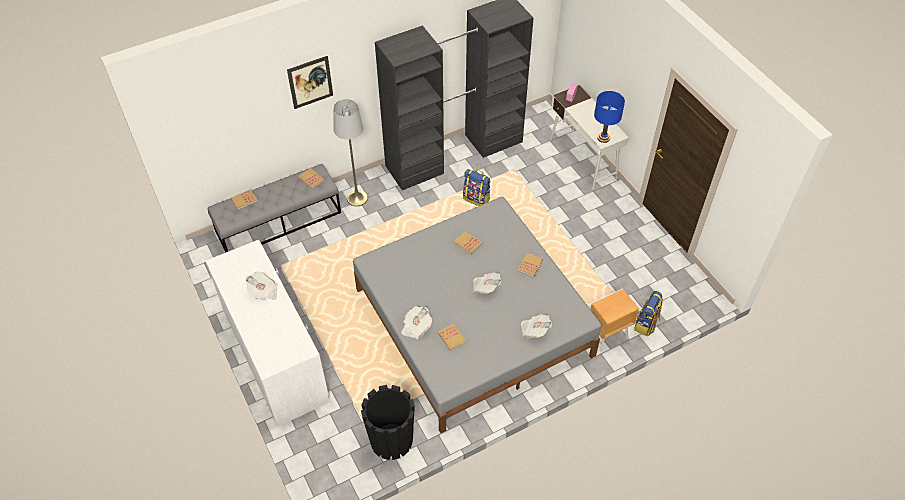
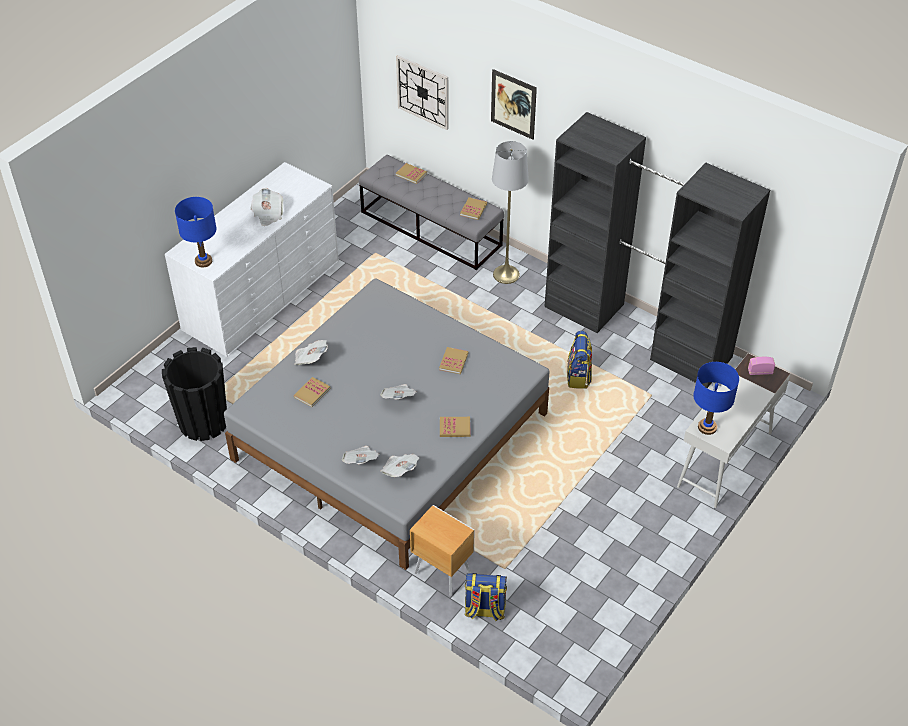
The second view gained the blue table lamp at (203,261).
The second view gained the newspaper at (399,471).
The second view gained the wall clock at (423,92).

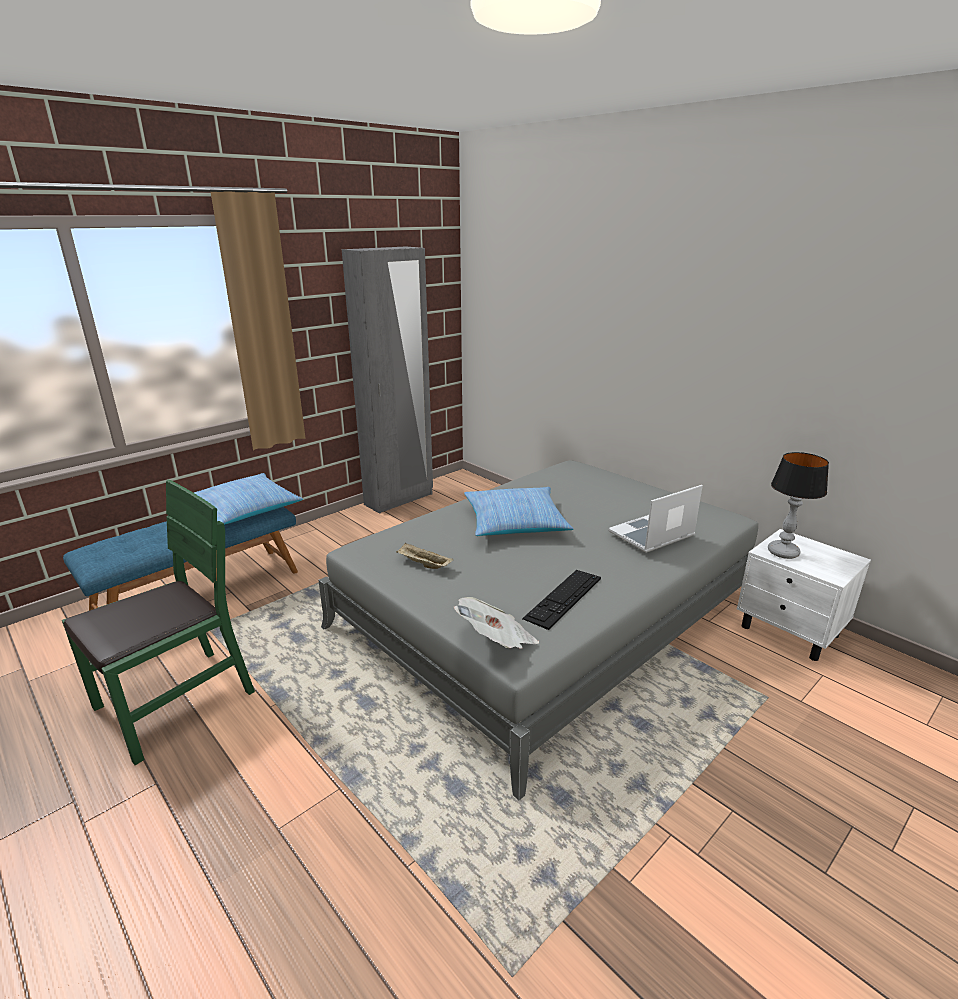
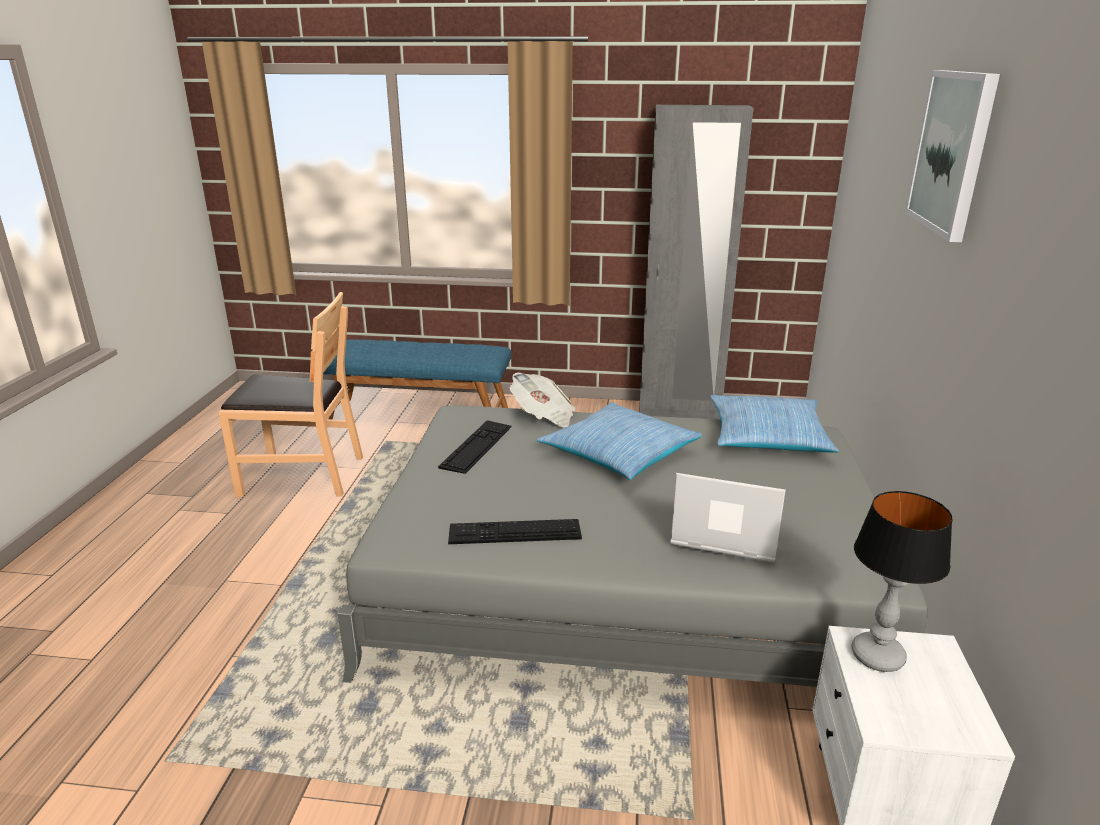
The second view gained the picture at (952,152).
The pillow ended up elsewhere, having gone from (245,509) to (768,436).
The newspaper ended up elsewhere, having gone from (496,641) to (543,416).
Where the beige tray stood at (423,564), the keyboard came to stand at (477,446).
What was the green chair at (175,701) turned into the brown chair at (302,475).

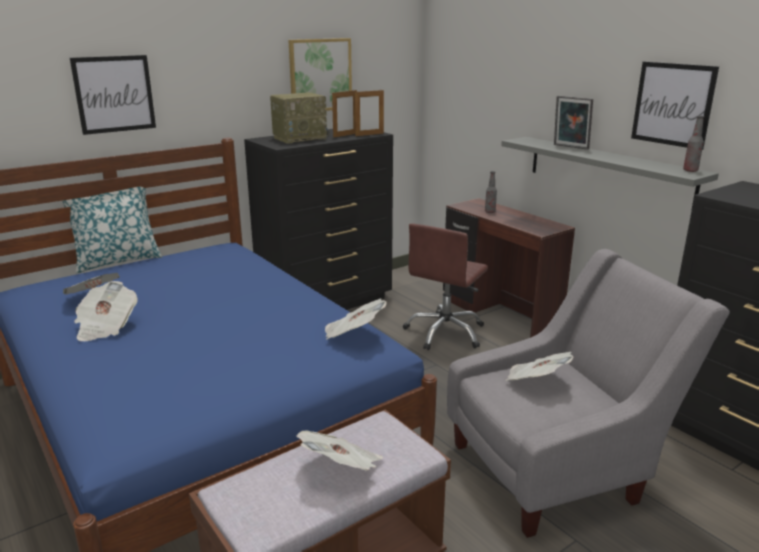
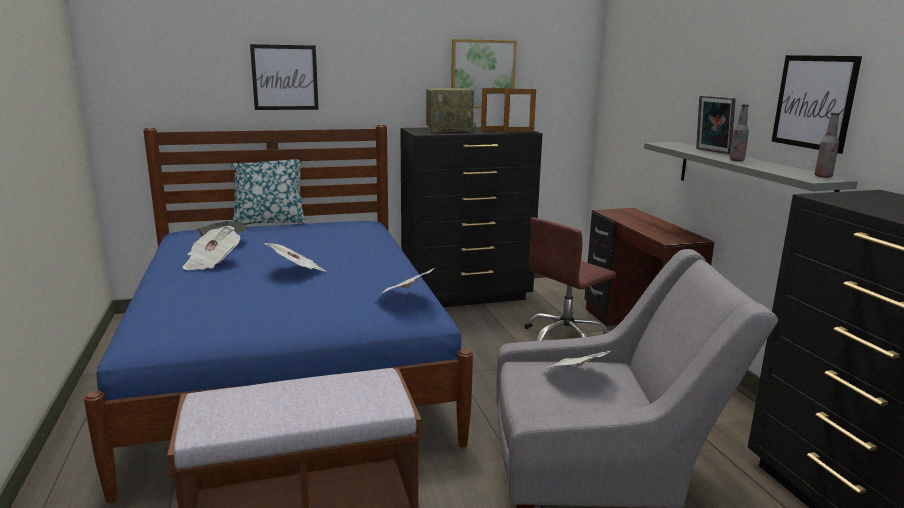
The newspaper ended up elsewhere, having gone from (342,468) to (297,272).
The bottle ended up elsewhere, having gone from (490,212) to (736,160).

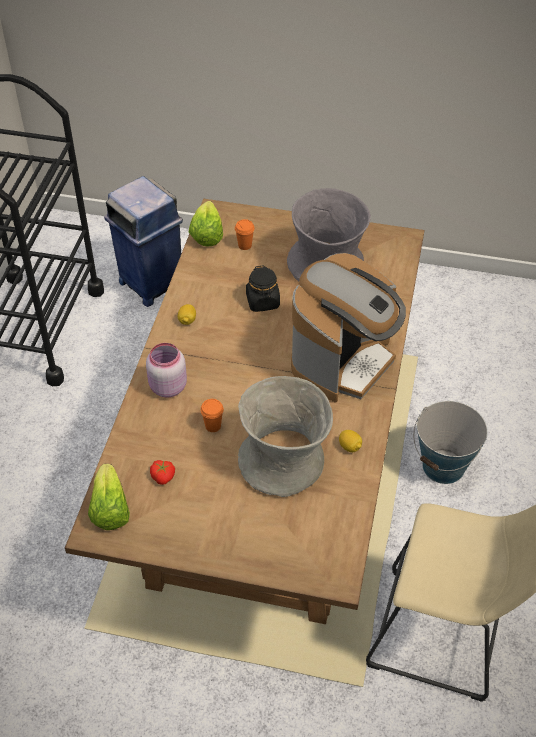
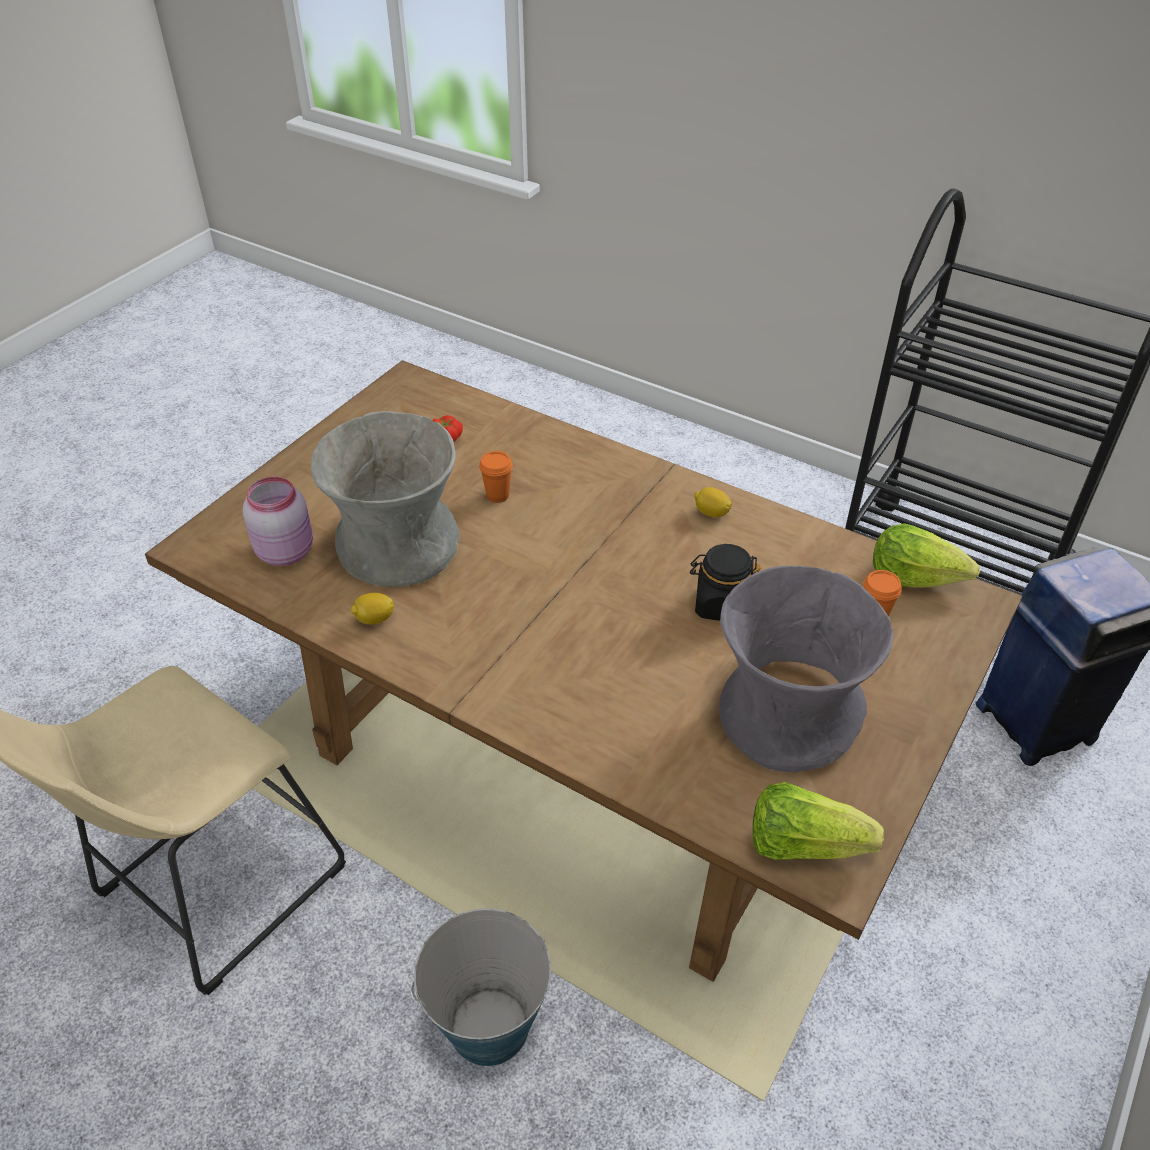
The second view lost the coffee machine at (343,362).
The lettuce ended up elsewhere, having gone from (110,509) to (803,844).
The pink jar ended up elsewhere, having gone from (167,387) to (286,551).

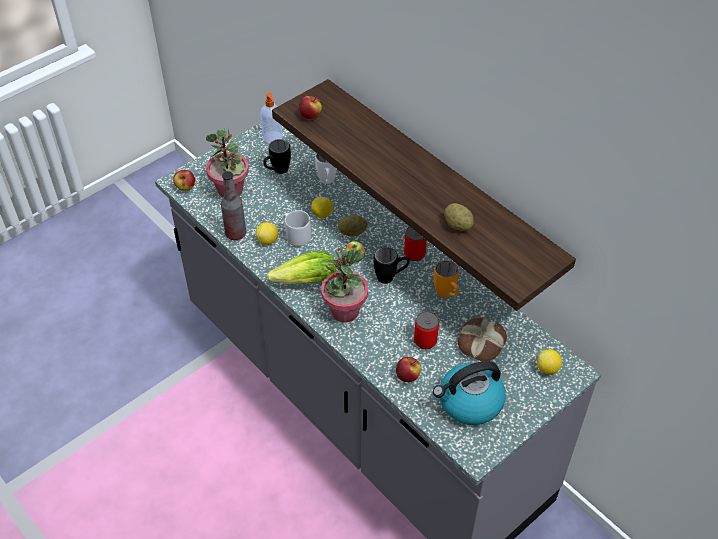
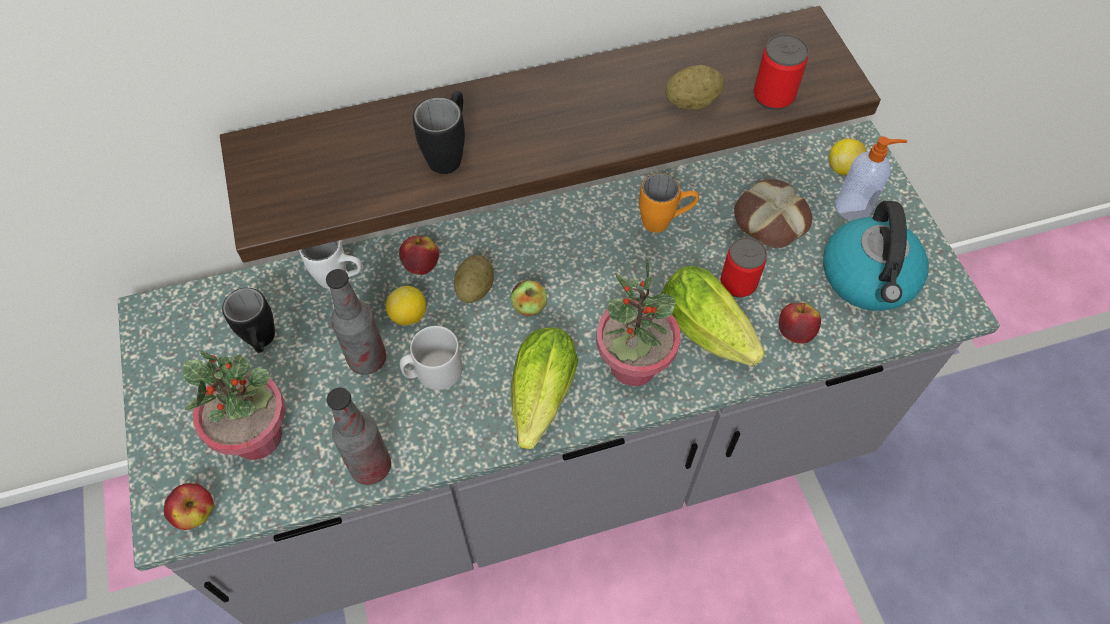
The second view lost the lemon at (268,240).
The second view gained the bottle at (367,359).
The second view gained the lettuce at (710,334).
The soap dispenser ended up elsewhere, having gone from (273,138) to (854,207).
The apple ended up elsewhere, having gone from (310,116) to (421,265).
The black mug ended up elsewhere, having gone from (391,277) to (449,153).
The can ended up elsewhere, having gone from (414,254) to (773,96).

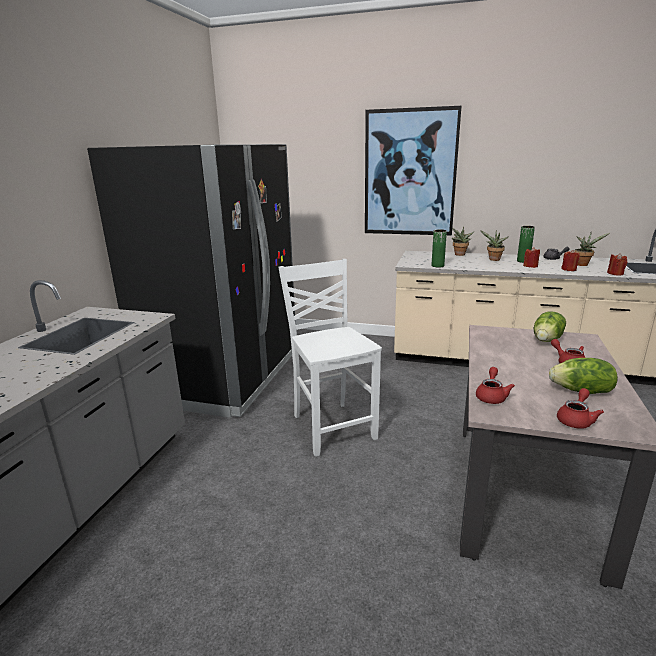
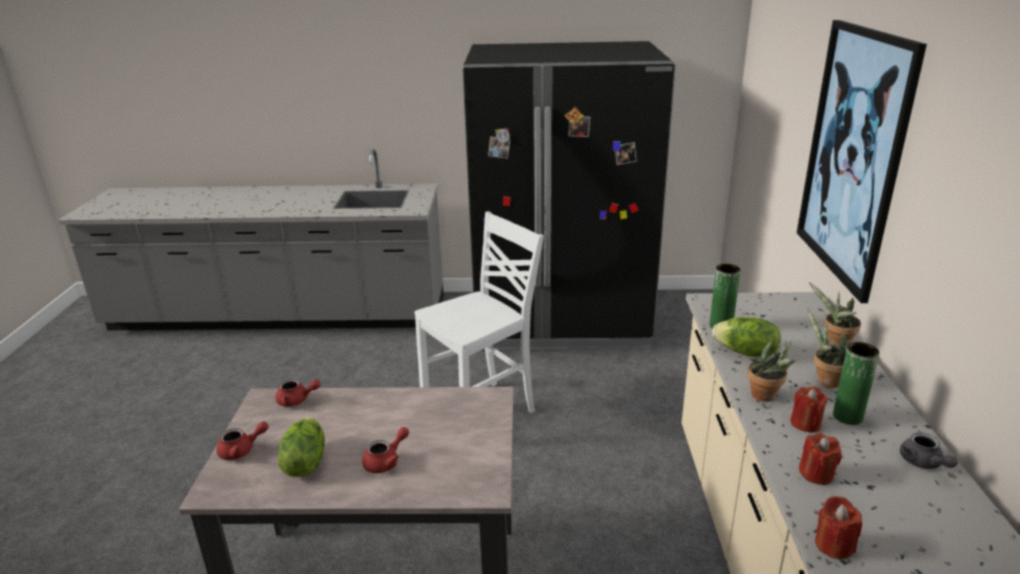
The lettuce ended up elsewhere, having gone from (547,340) to (746,353).
The potted plant ended up elsewhere, having gone from (583,264) to (766,397).
The red teapot at (576,420) ended up facing another way, 45 degrees counterclockwise from before.

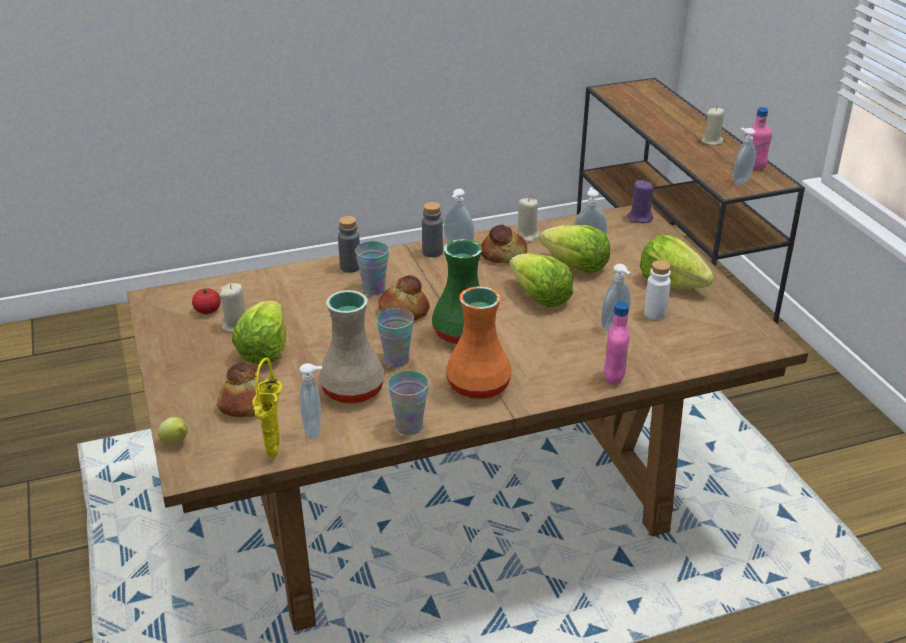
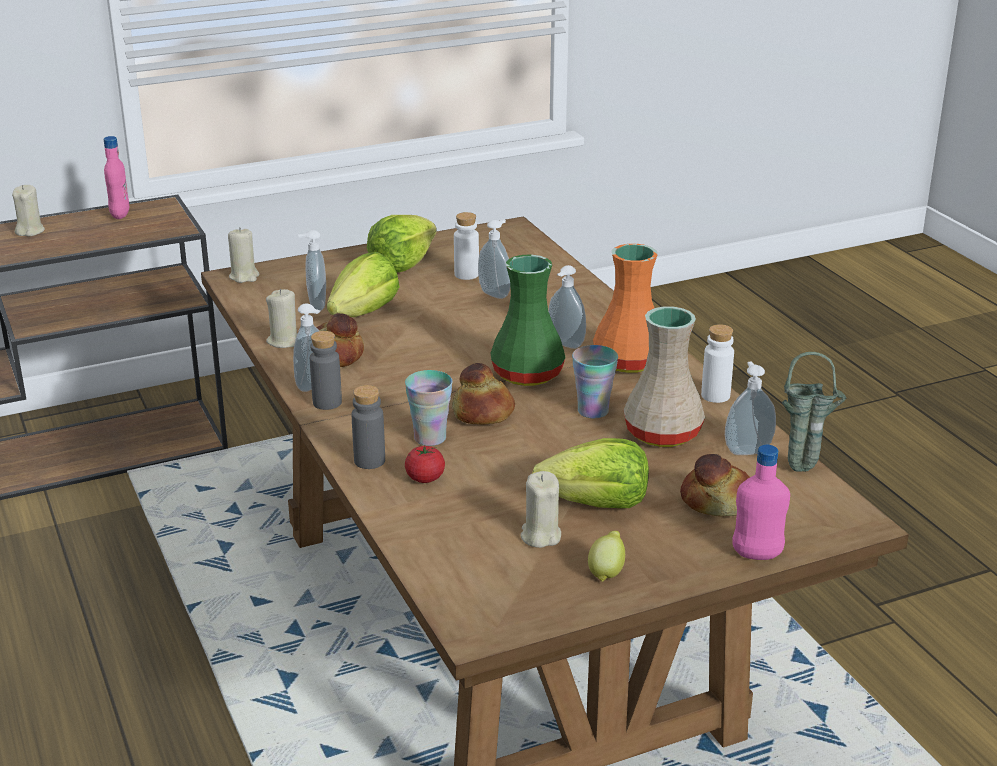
The second view lost the lettuce at (539,297).
The lemon ended up elsewhere, having gone from (176,443) to (606,572).
The tomato ended up elsewhere, having gone from (207,311) to (425,478).
The pink bottle ended up elsewhere, having gone from (613,377) to (757,554).
The soap dispenser ended up elsewhere, having gone from (740,181) to (564,344).
Where the cup stood at (409,426), the white bottle came to stand at (715,395).
What was the yellow vase at (273,457) turned into the green vase at (805,471).
What was the purple candle at (639,218) turned into the beige candle at (244,276).

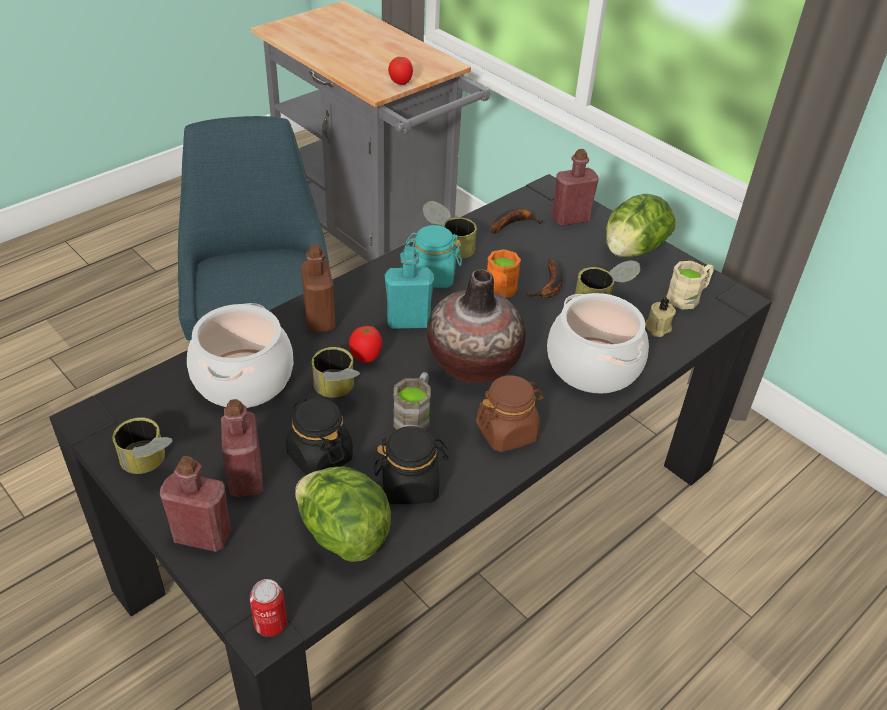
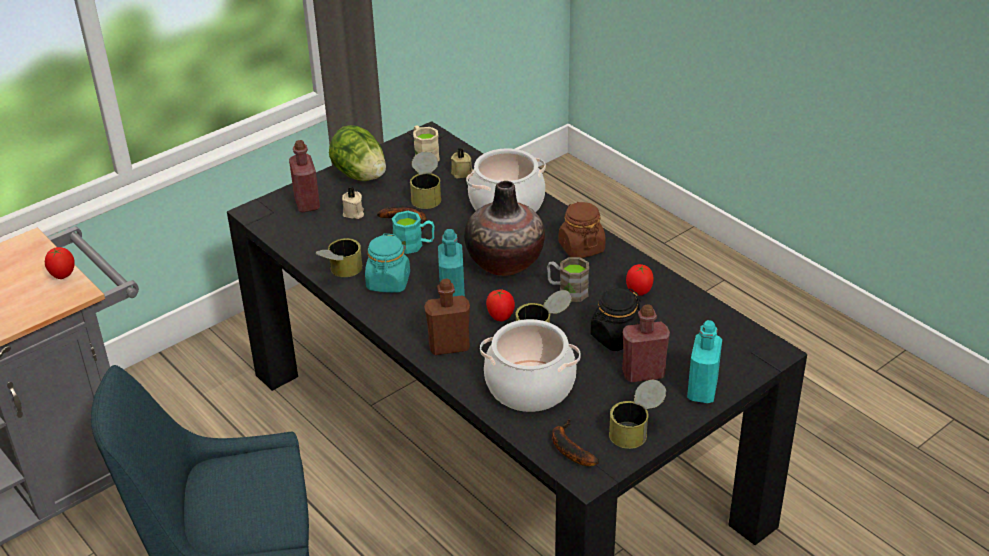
The second view lost the can at (270,624).
The second view lost the lettuce at (343,534).
The second view gained the beige candle at (353,213).
The banana ended up elsewhere, having gone from (513,224) to (569,448).
Where the black jar stood at (410,485), the tomato came to stand at (639,292).
What was the red bottle at (202,535) turned into the turquoise bottle at (702,390).
What was the orange mug at (501,293) turned into the turquoise mug at (414,245).

